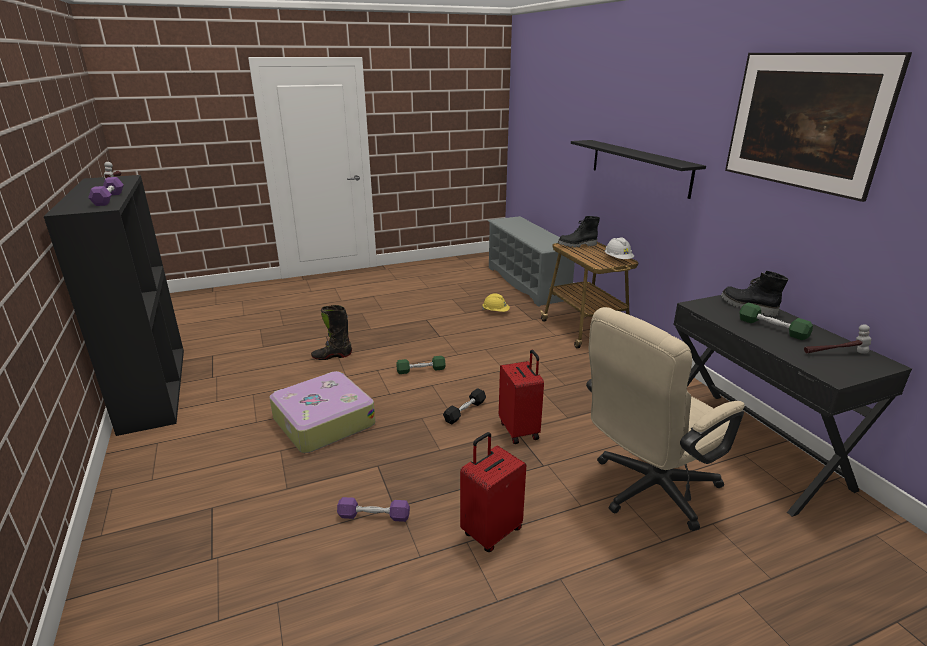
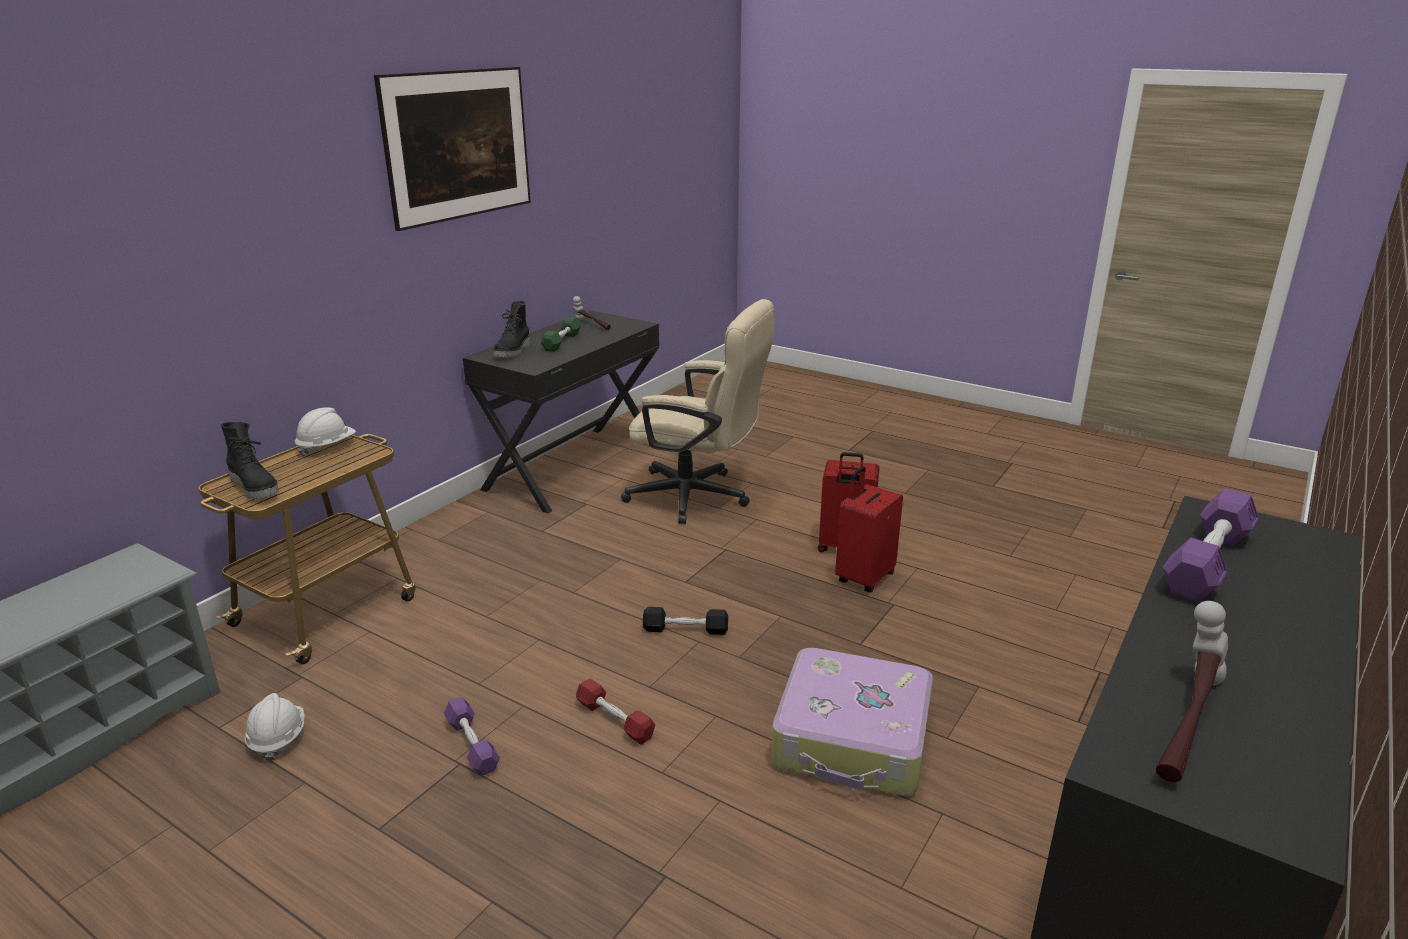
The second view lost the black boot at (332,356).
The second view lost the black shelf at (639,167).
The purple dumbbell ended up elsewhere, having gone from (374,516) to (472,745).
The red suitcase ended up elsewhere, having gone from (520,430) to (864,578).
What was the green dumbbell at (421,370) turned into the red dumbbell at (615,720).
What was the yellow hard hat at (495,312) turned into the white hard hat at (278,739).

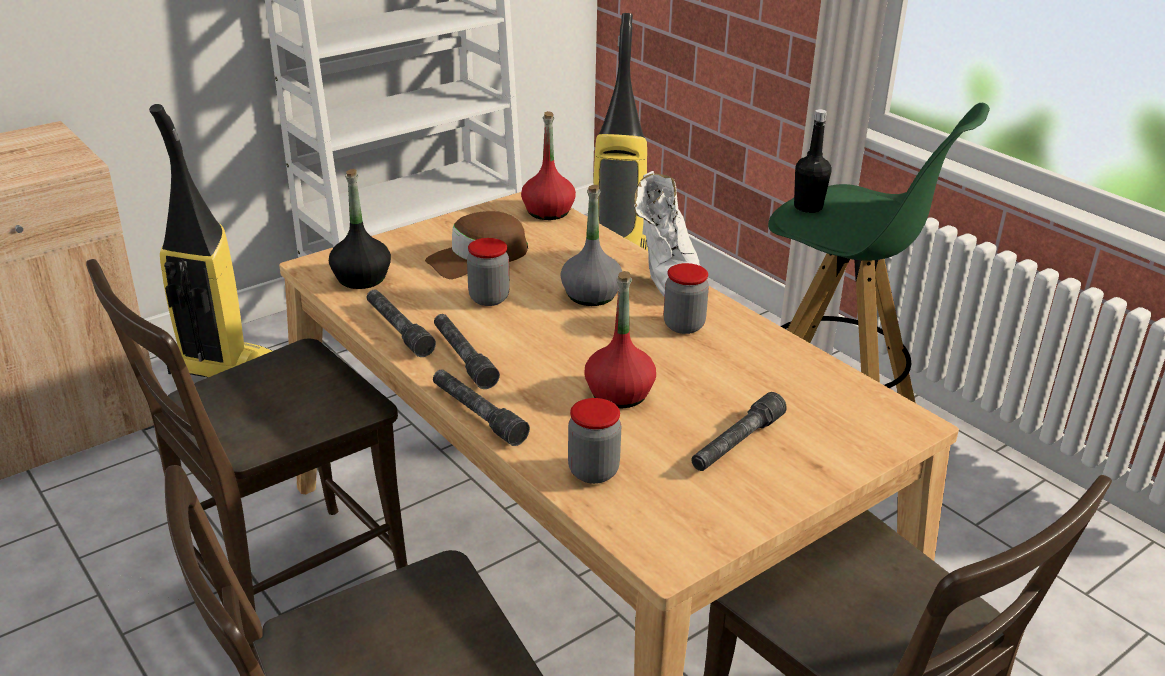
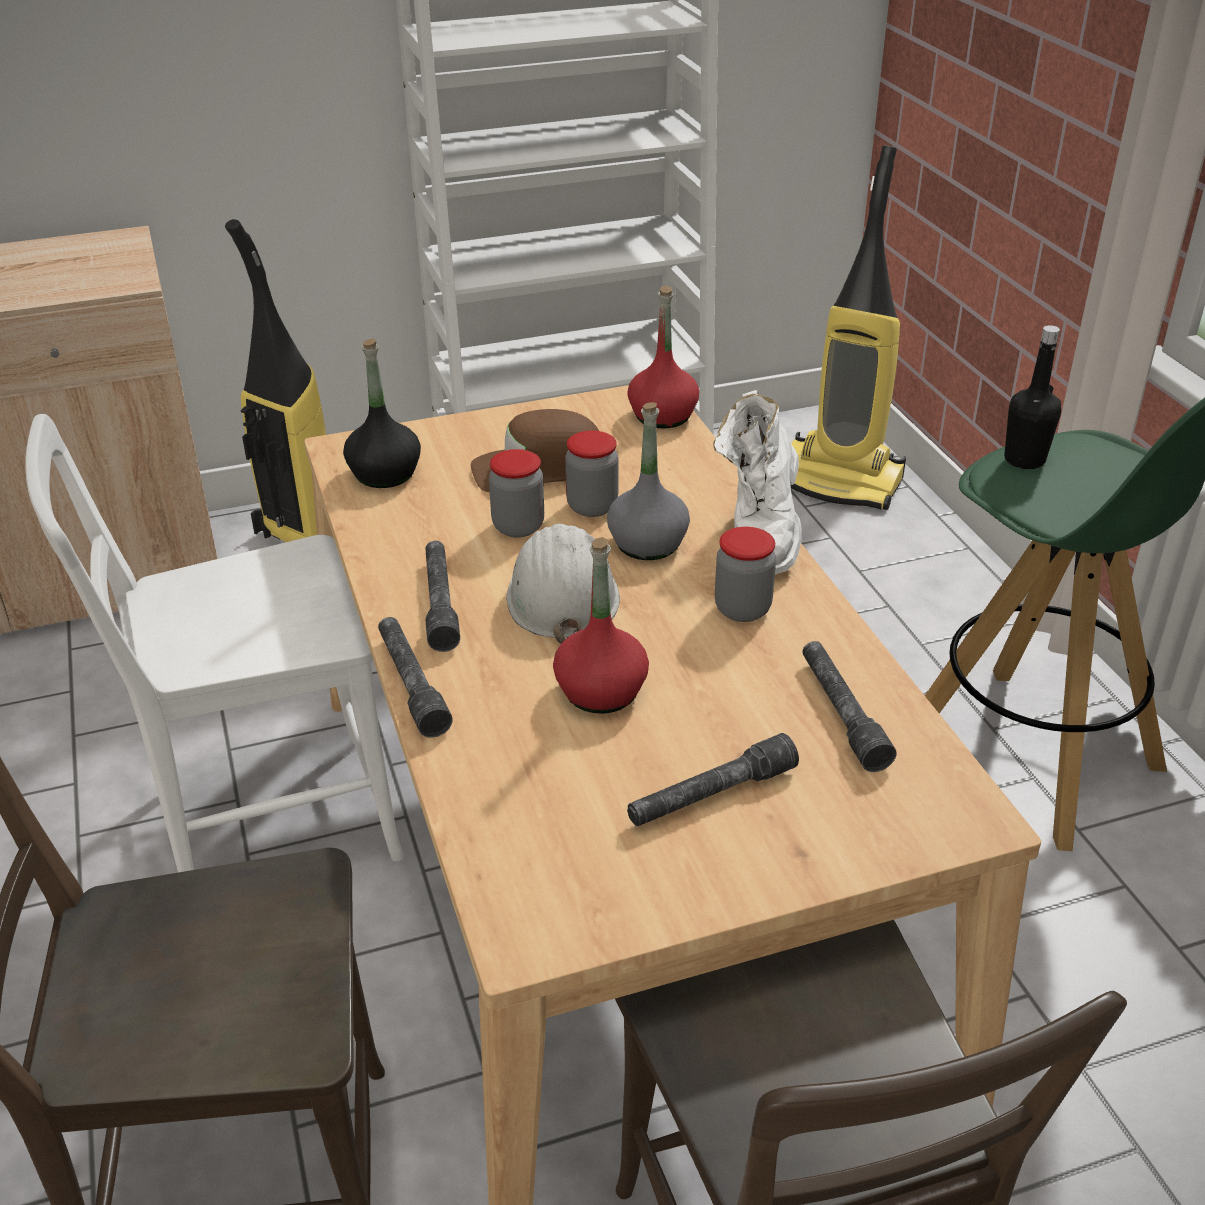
The second view gained the white hard hat at (561,595).
The grey flashlight ended up elsewhere, having gone from (398,330) to (842,713).
The jar ended up elsewhere, having gone from (593,471) to (592,506).
What was the brown chair at (285,589) turned into the white chair at (265,825).

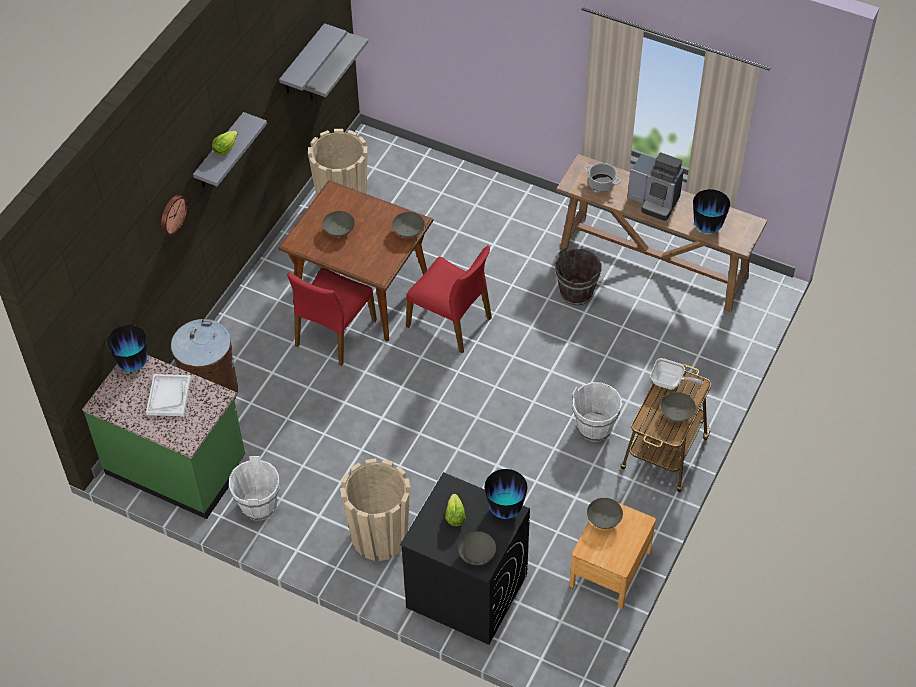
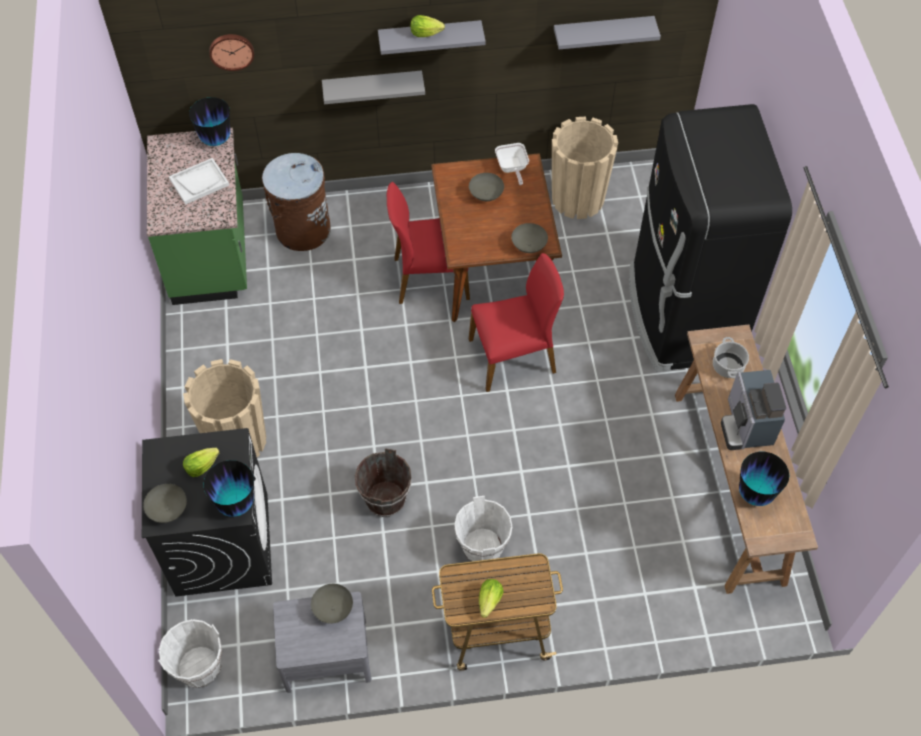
The second view gained the black fridge at (681,315).
The wall clock ended up elsewhere, having gone from (172,214) to (231,50).
The white bucket ended up elsewhere, having gone from (258,505) to (199,667).
The grey shelf ended up elsewhere, having gone from (326,68) to (372,86).
The brown bucket ended up elsewhere, having gone from (576,293) to (385,499).
The frying pan ended up elsewhere, having gone from (670,382) to (512,169).
Where the grey bowl stood at (677,413), the lettuce came to stand at (489,600).
What was the brown nightstand at (610,568) turned into the grey nightstand at (326,655).
The red chair at (450,321) ended up facing another way, 105 degrees counterclockwise from before.

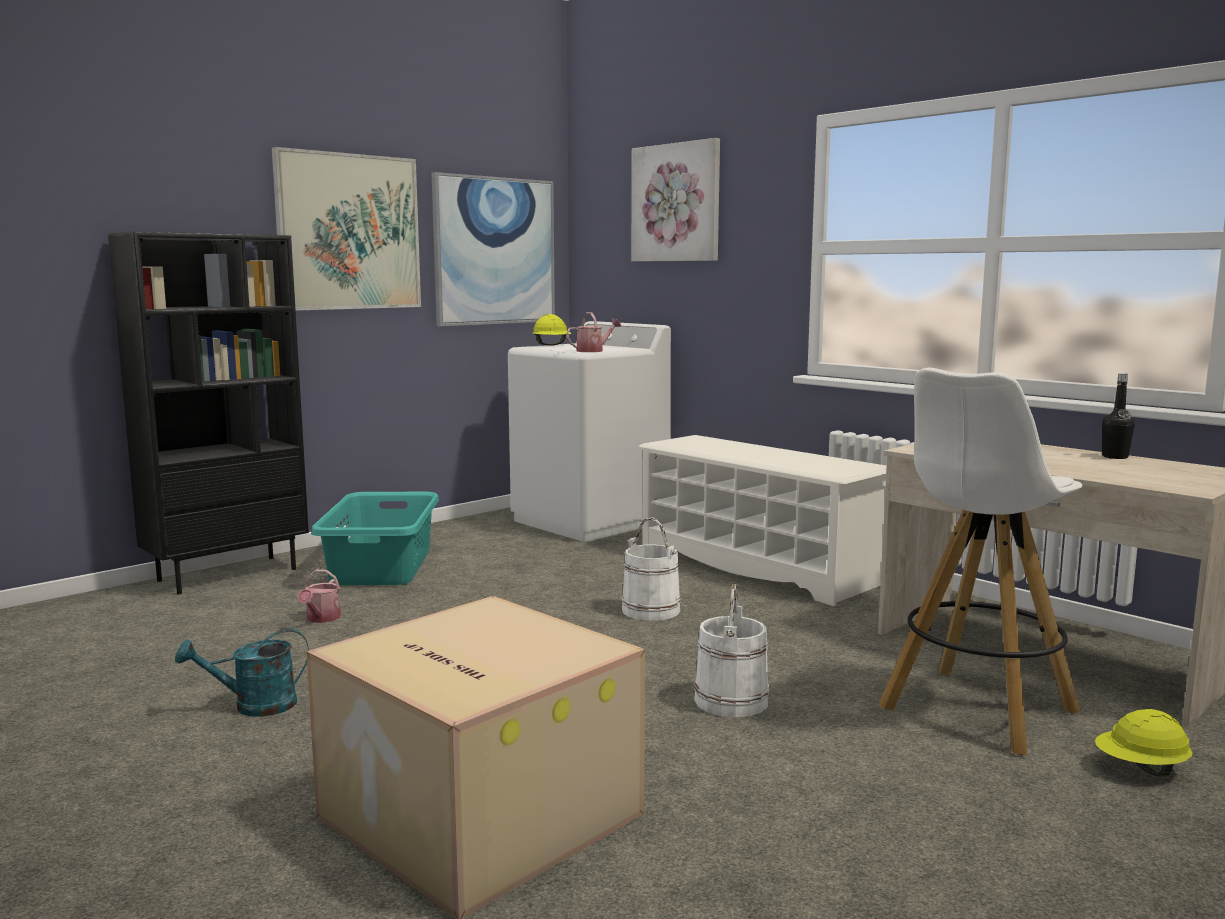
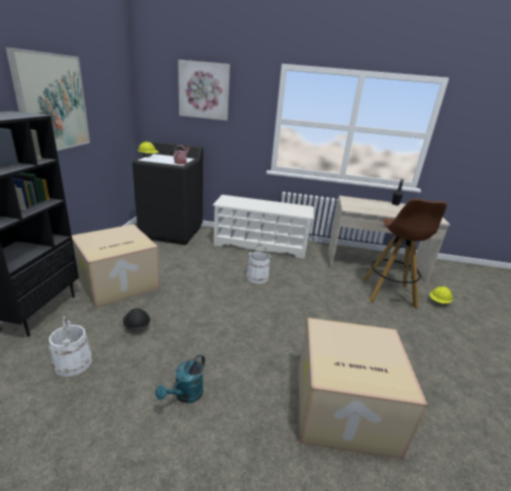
The second view lost the picture at (494,251).
The white bucket ended up elsewhere, having gone from (730,700) to (72,363).
Where the watering can stood at (321,619), the black hard hat came to stand at (137,326).
Where the turquoise laundry basket stood at (380,567), the cardboard box came to stand at (117,283).
What was the white washing machine at (590,521) turned into the black washing machine at (172,232).
What was the white stool at (976,711) turned into the brown stool at (388,294).

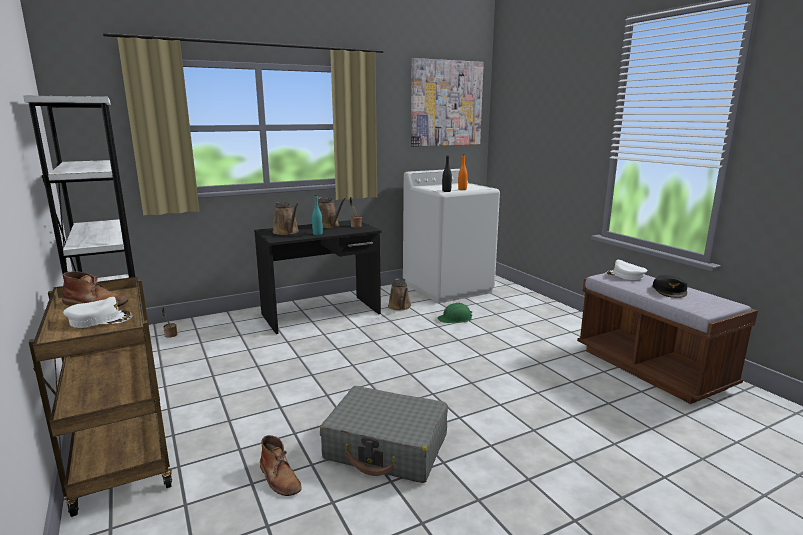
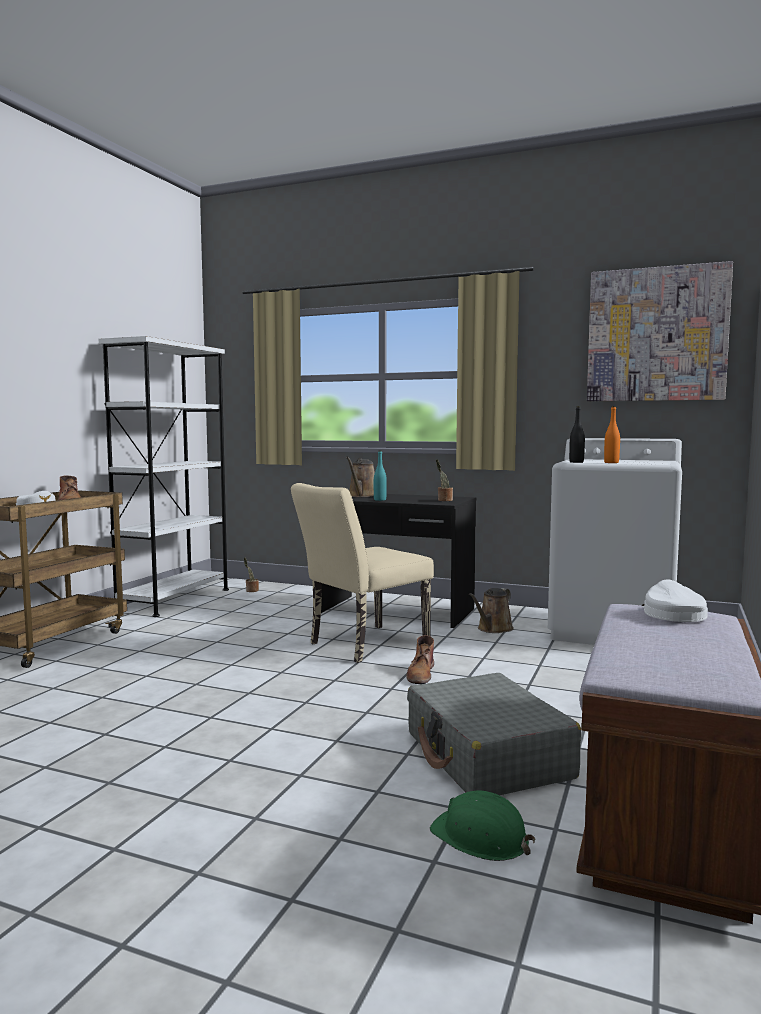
The second view lost the brown watering can at (328,226).
The second view lost the black cap at (670,290).
The second view gained the beige chair at (361,645).
The brown boot ended up elsewhere, having gone from (279,478) to (421,674).
The grey suitcase ended up elsewhere, having gone from (387,447) to (488,756).
The green hard hat ended up elsewhere, having gone from (455,318) to (480,838).

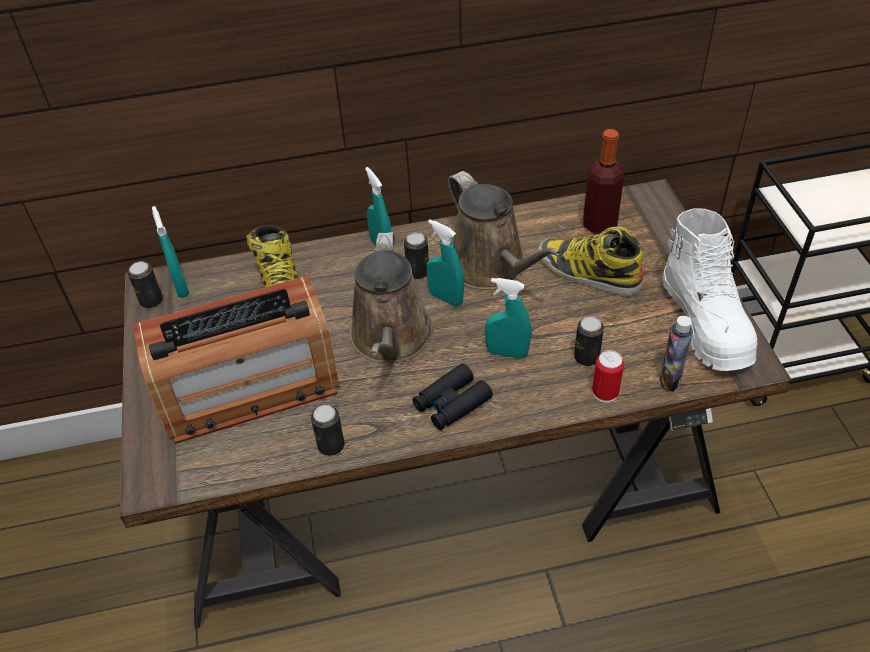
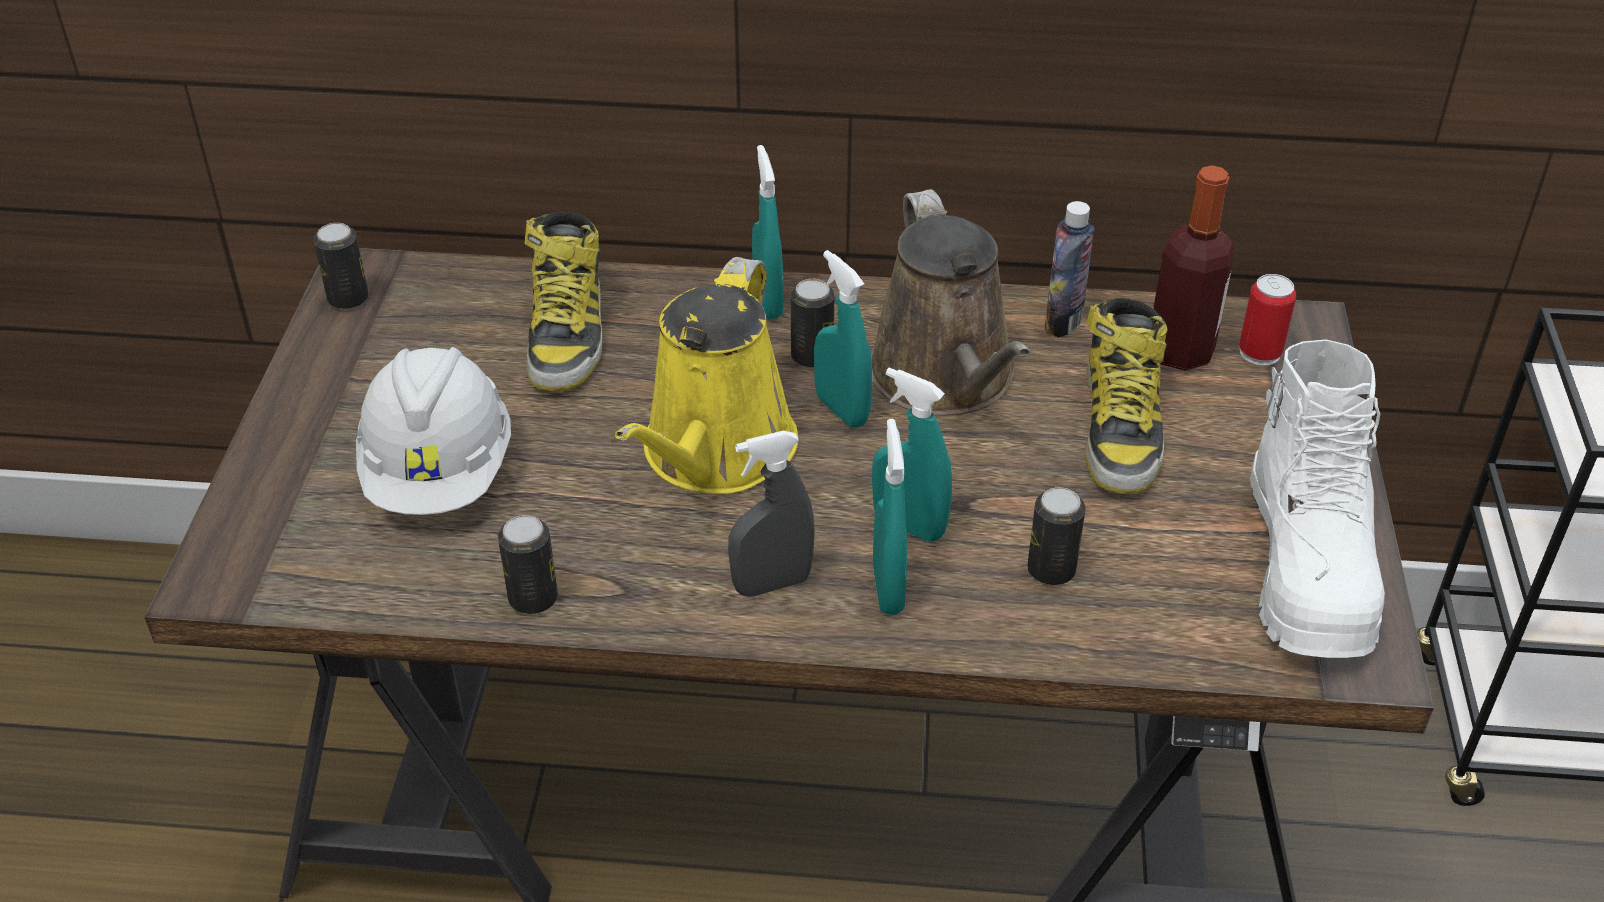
The turquoise spray bottle ended up elsewhere, having gone from (181,287) to (888,589).
The can ended up elsewhere, having gone from (605,392) to (1260,352).
The bottle ended up elsewhere, having gone from (670,379) to (1063,322).
Where the radio stood at (248,388), the white hard hat came to stand at (440,472).
Where the black binoculars stood at (452,403), the grey spray bottle came to stand at (772,584).
What was the brown watering can at (391,339) turned into the yellow watering can at (714,454).
The boot at (587,272) ended up facing another way, 135 degrees counterclockwise from before.

